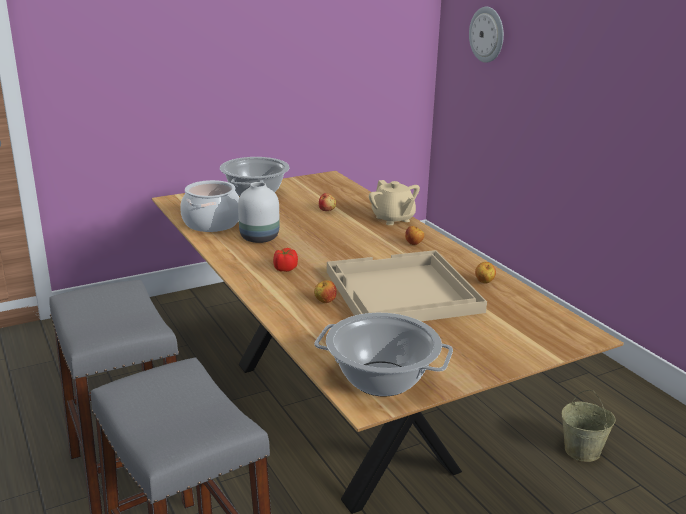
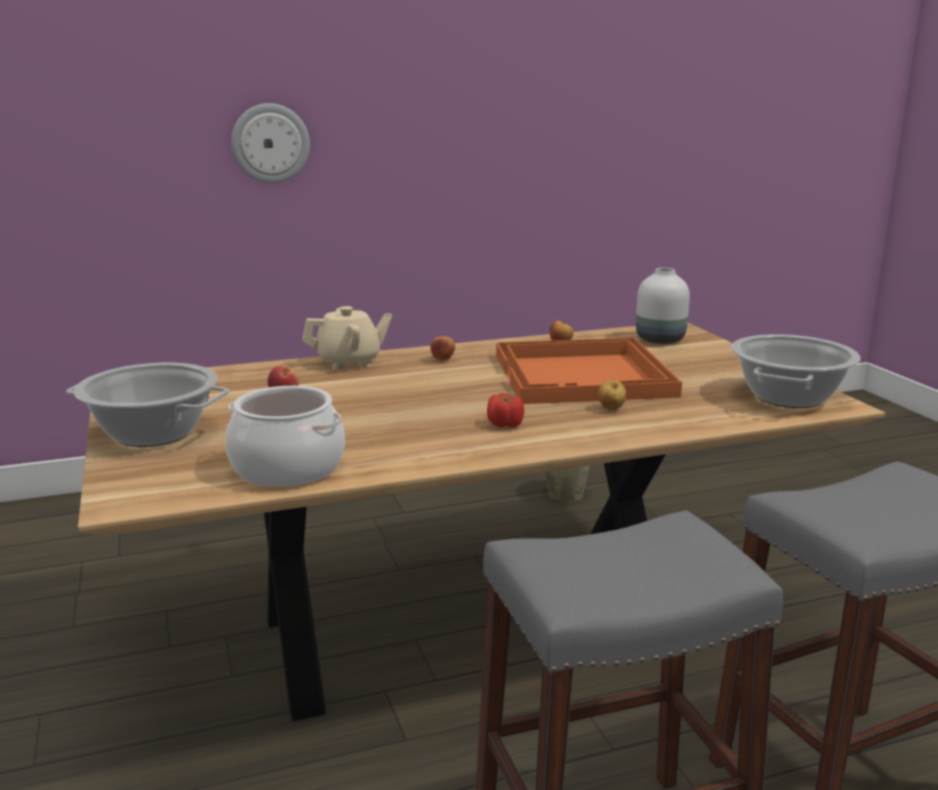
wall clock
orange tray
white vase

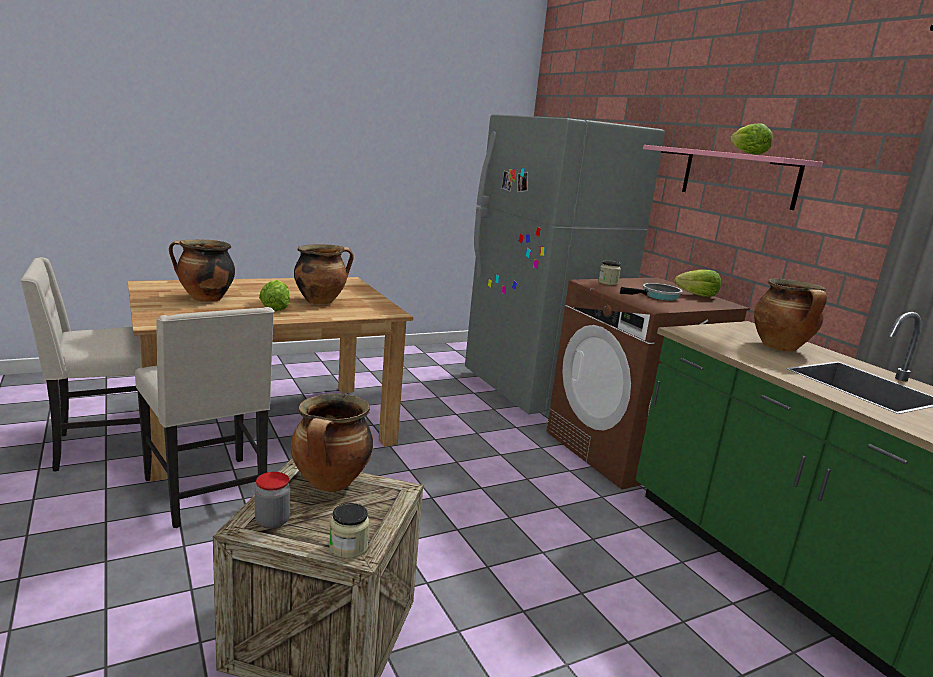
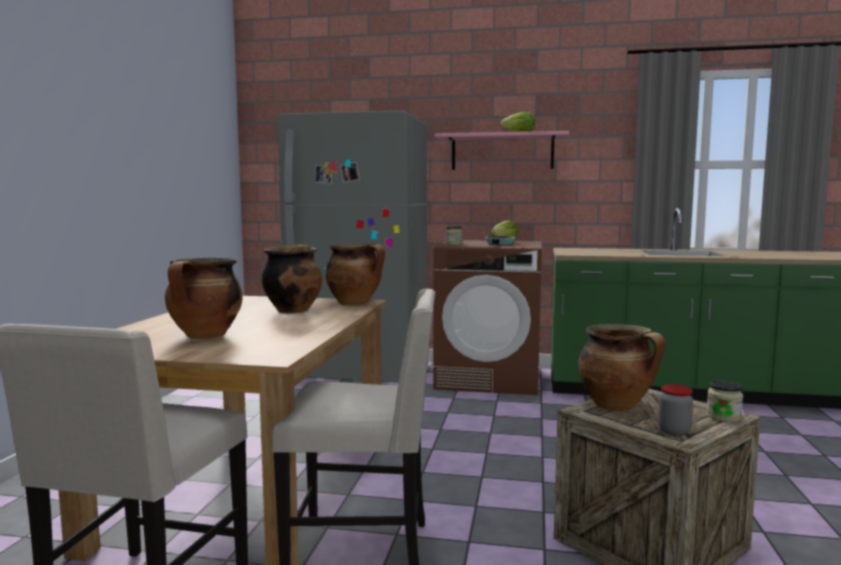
cooking pot (no. 3 from left)
lettuce (no. 1 from left in the first image)

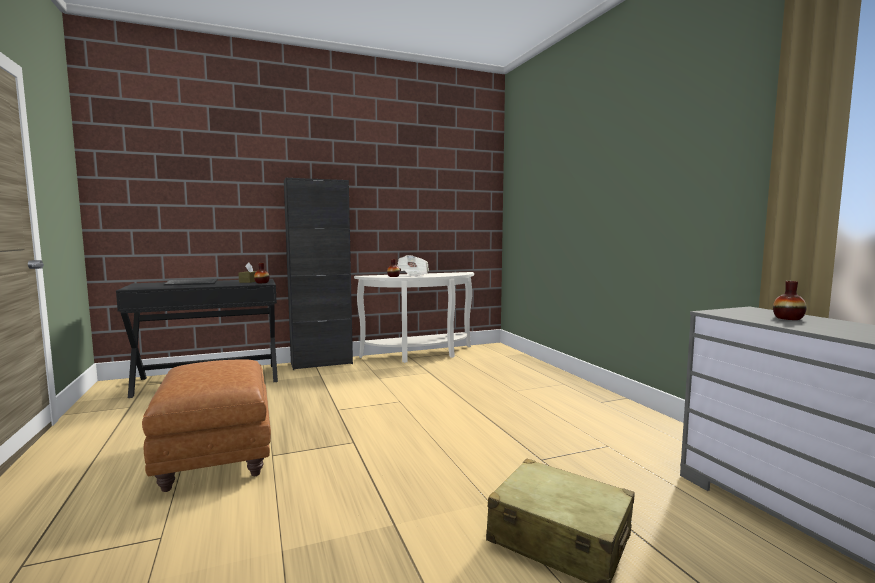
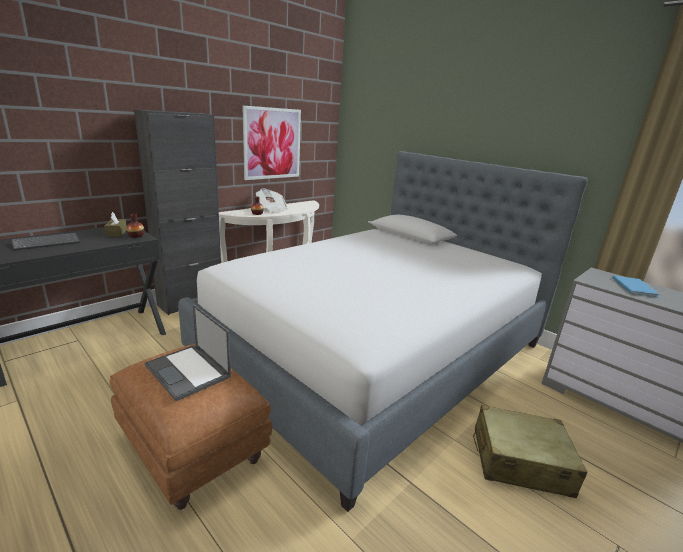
laptop
bed
picture
blue book

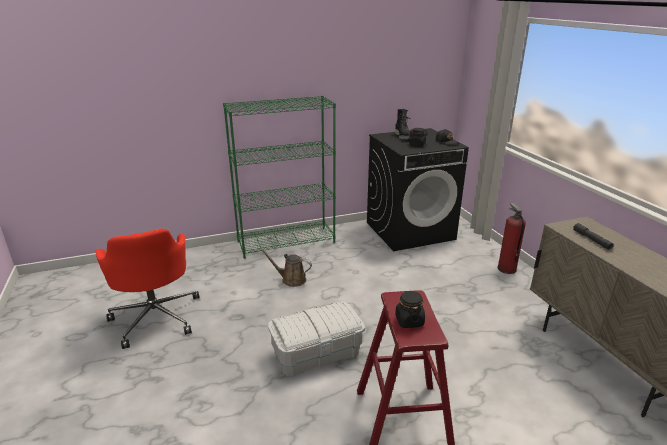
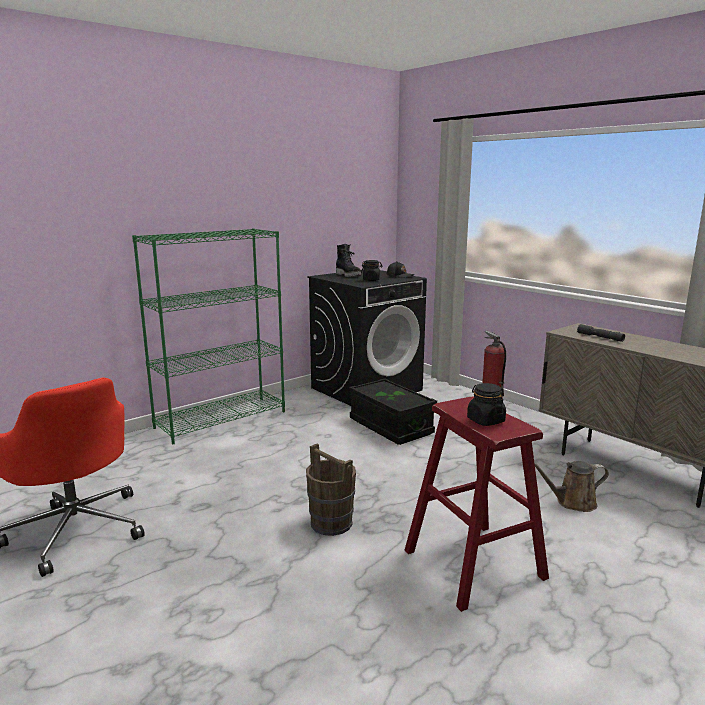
brown bucket
black storage box
brown watering can

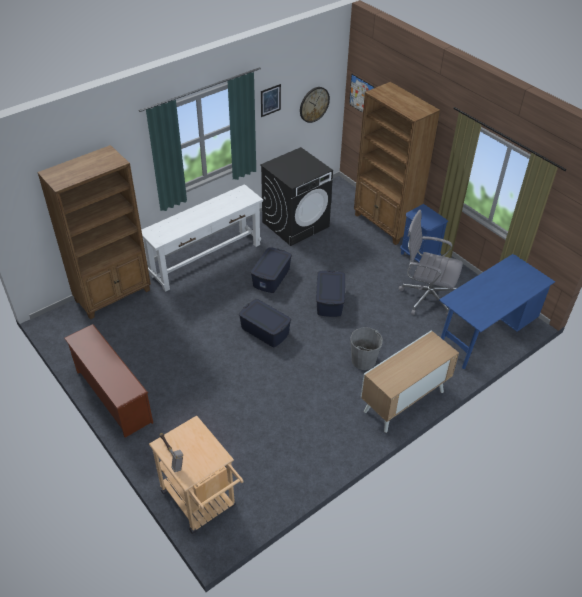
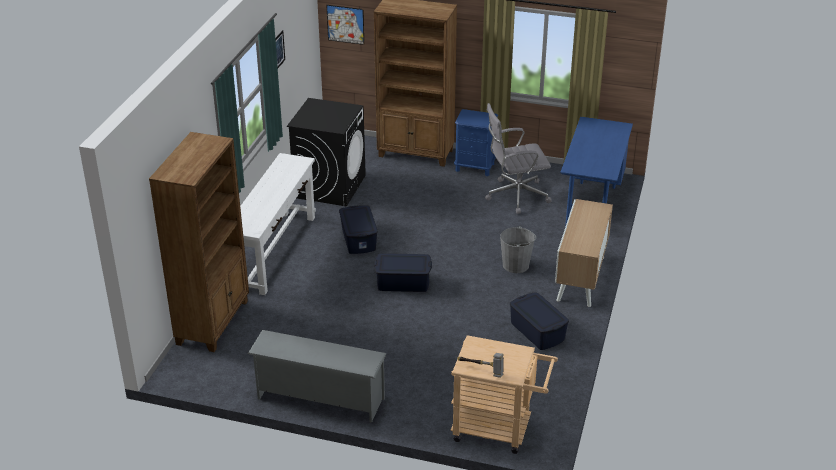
grey shoe rack
blue storage box (no. 3 from left)
wall clock

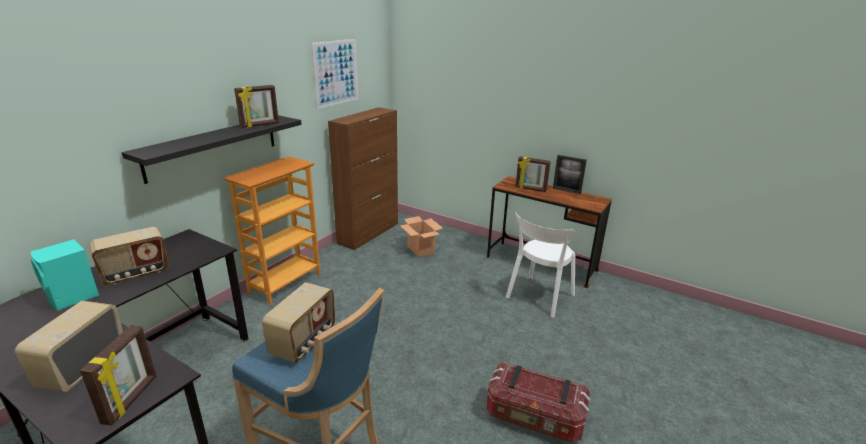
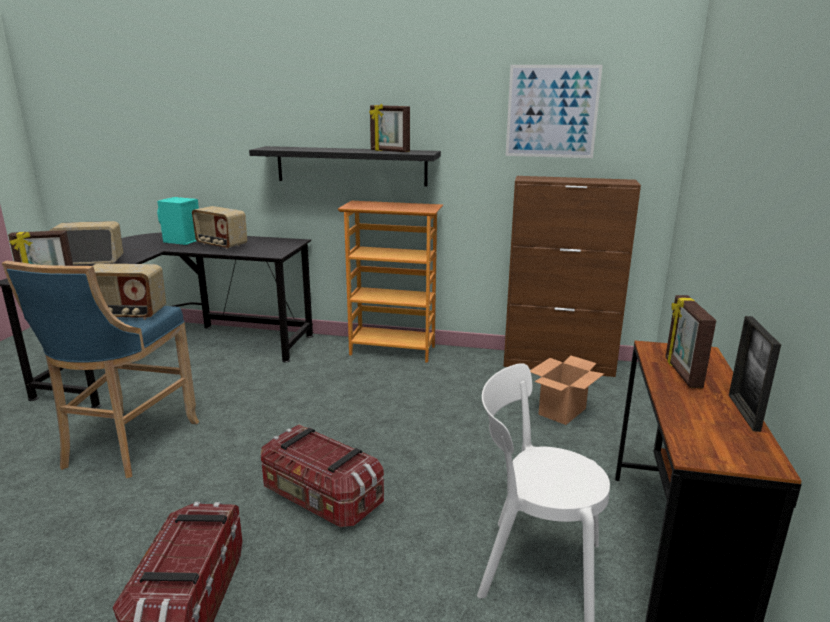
storage box (no. 2 from left)

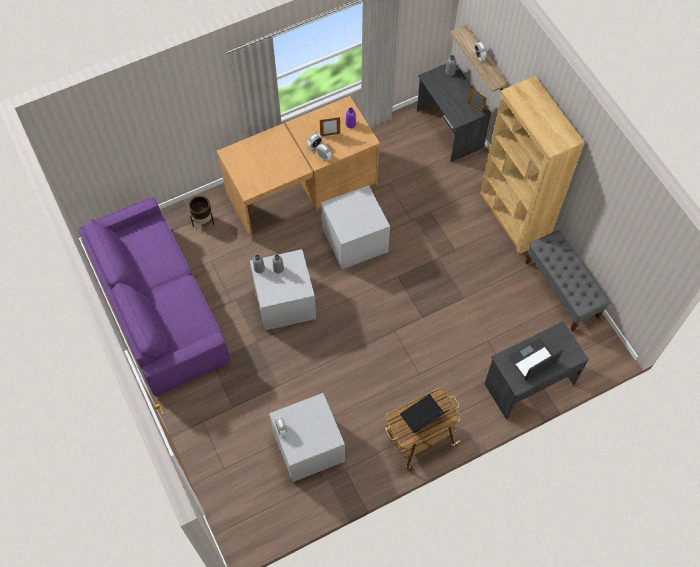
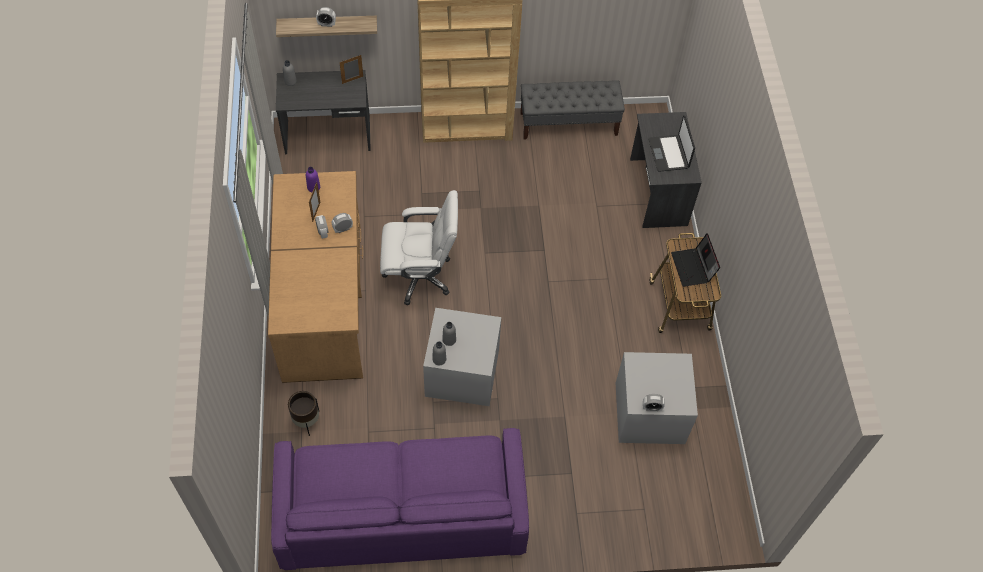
white office chair

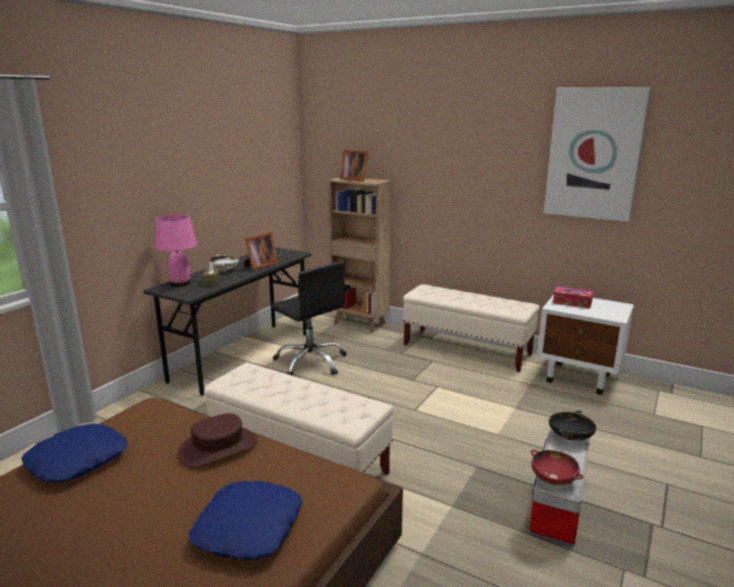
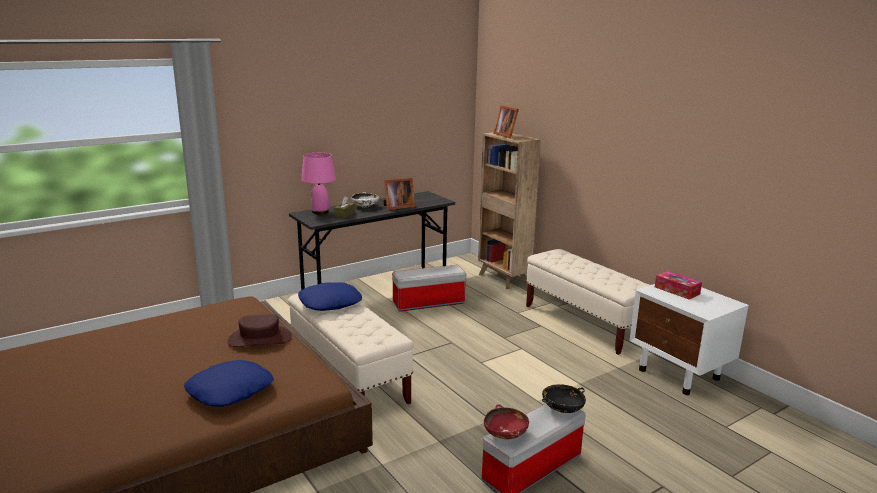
blue pillow (no. 2 from left)
storage box (no. 1 from left)
picture

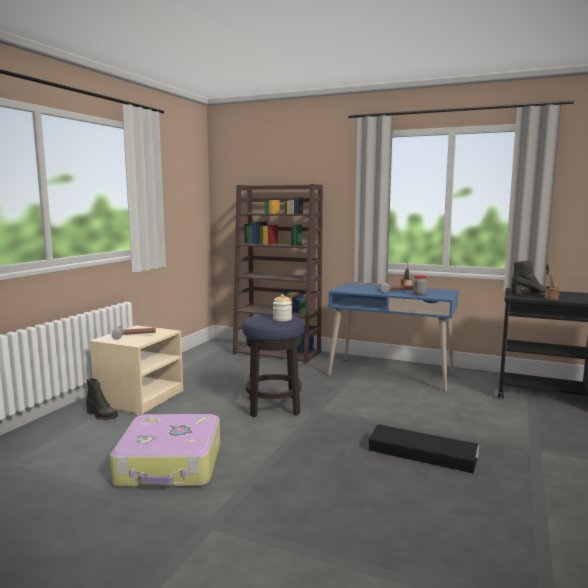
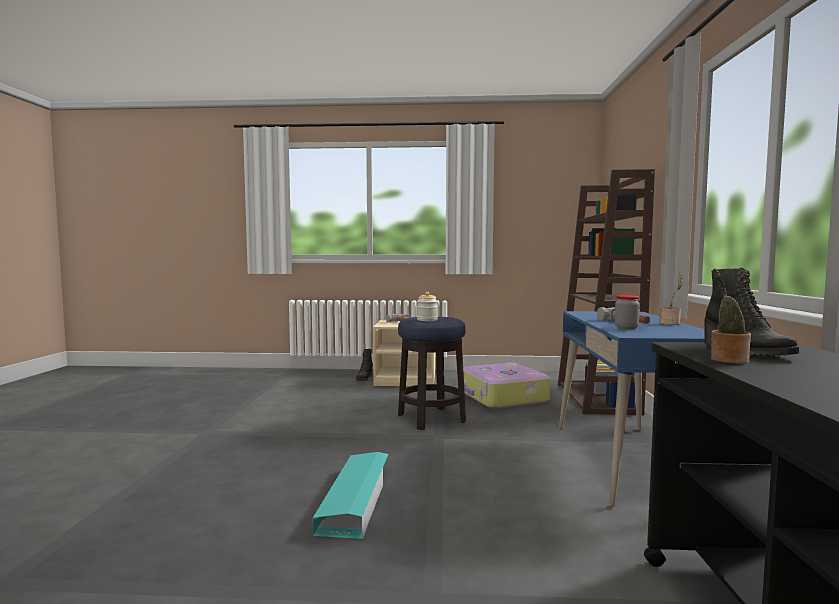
turquoise storage box
suitcase

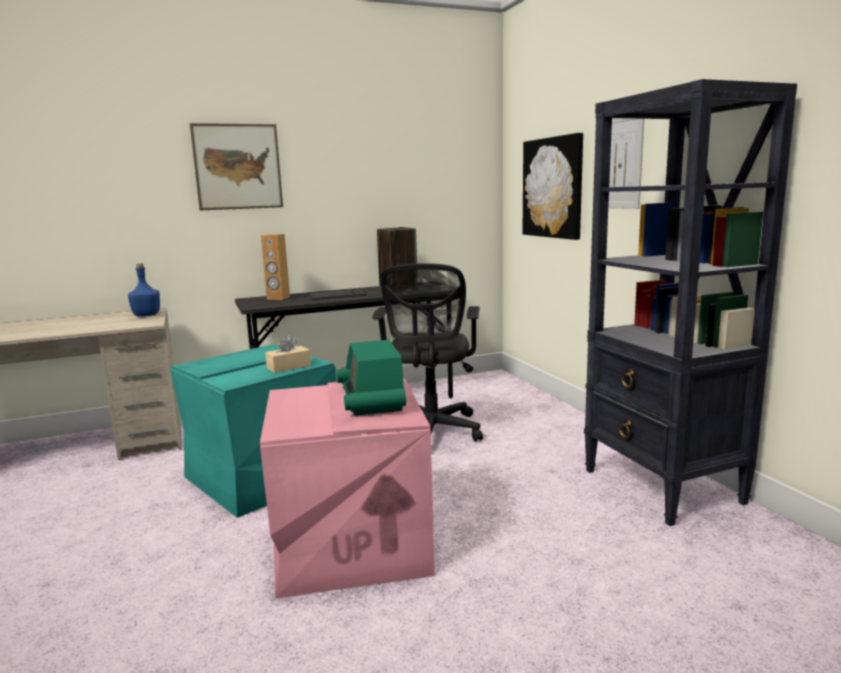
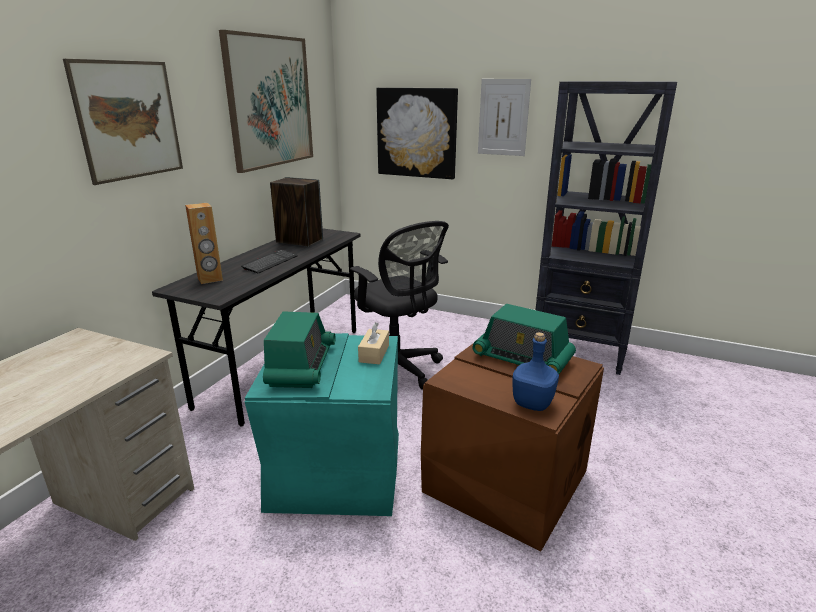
picture (no. 2 from left)
radio (no. 1 from left)
brown storage box
blue bottle

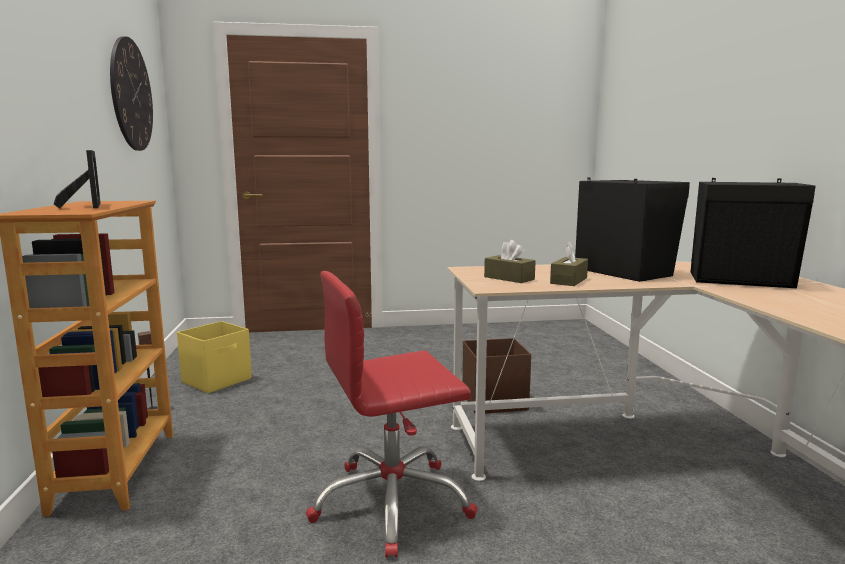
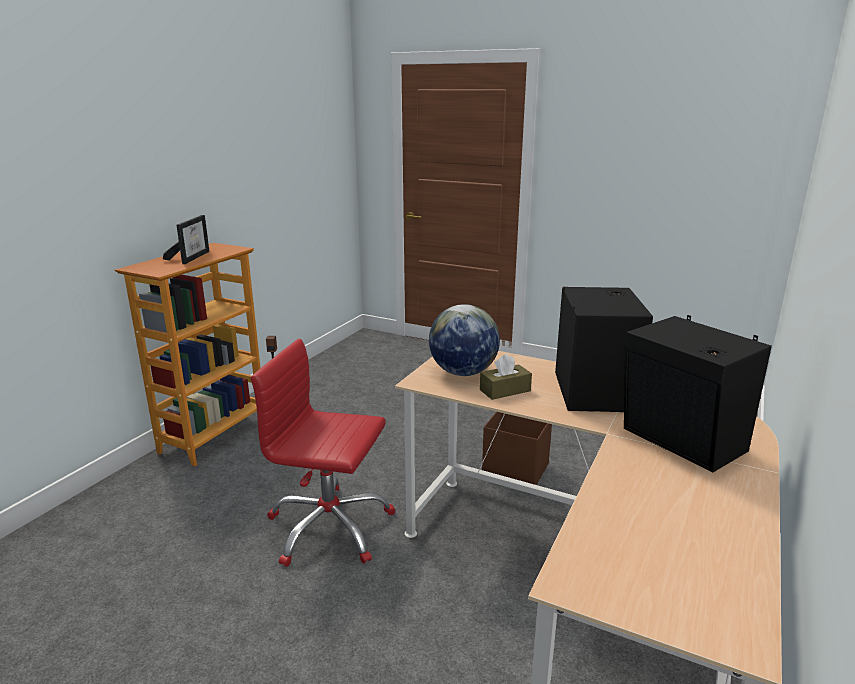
globe
wall clock
yellow storage box

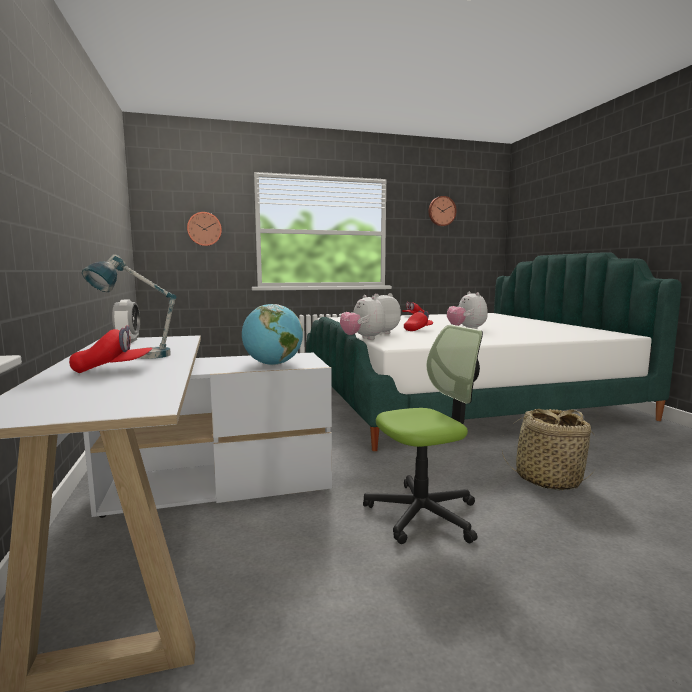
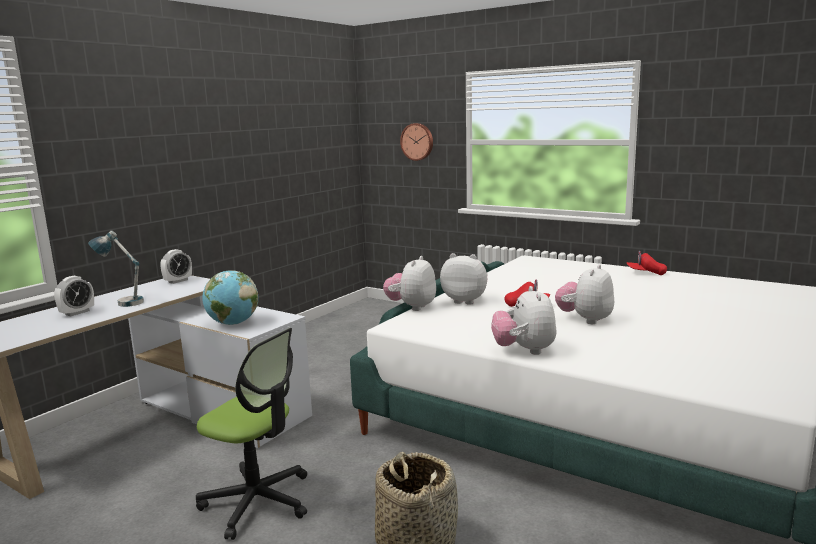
alarm clock (no. 1 from left)
plush toy (no. 3 from left)
wall clock (no. 2 from left in the first image)

